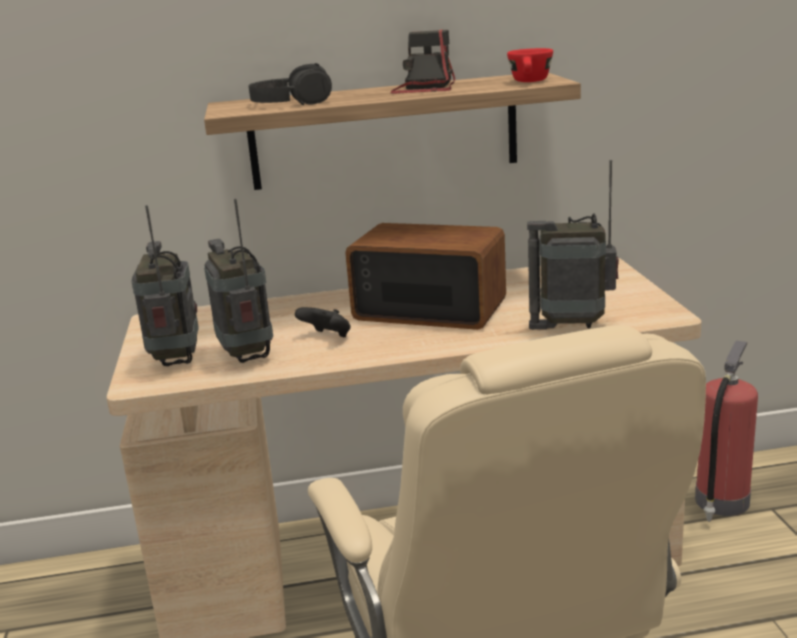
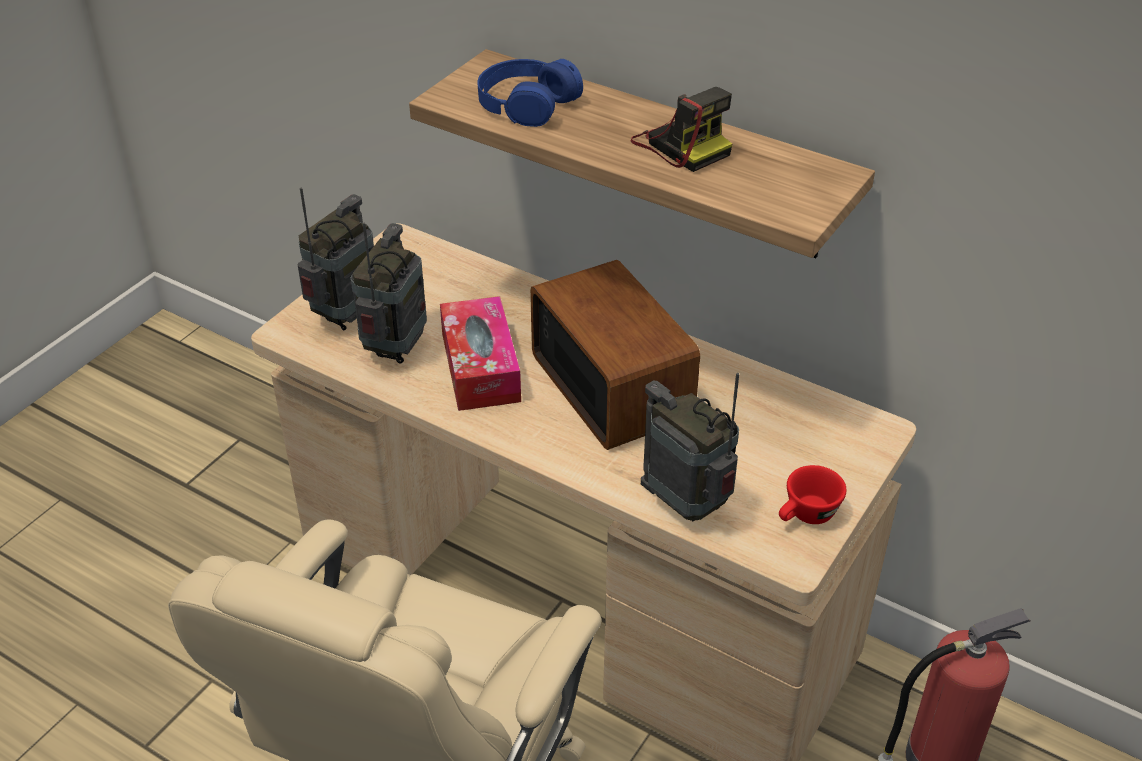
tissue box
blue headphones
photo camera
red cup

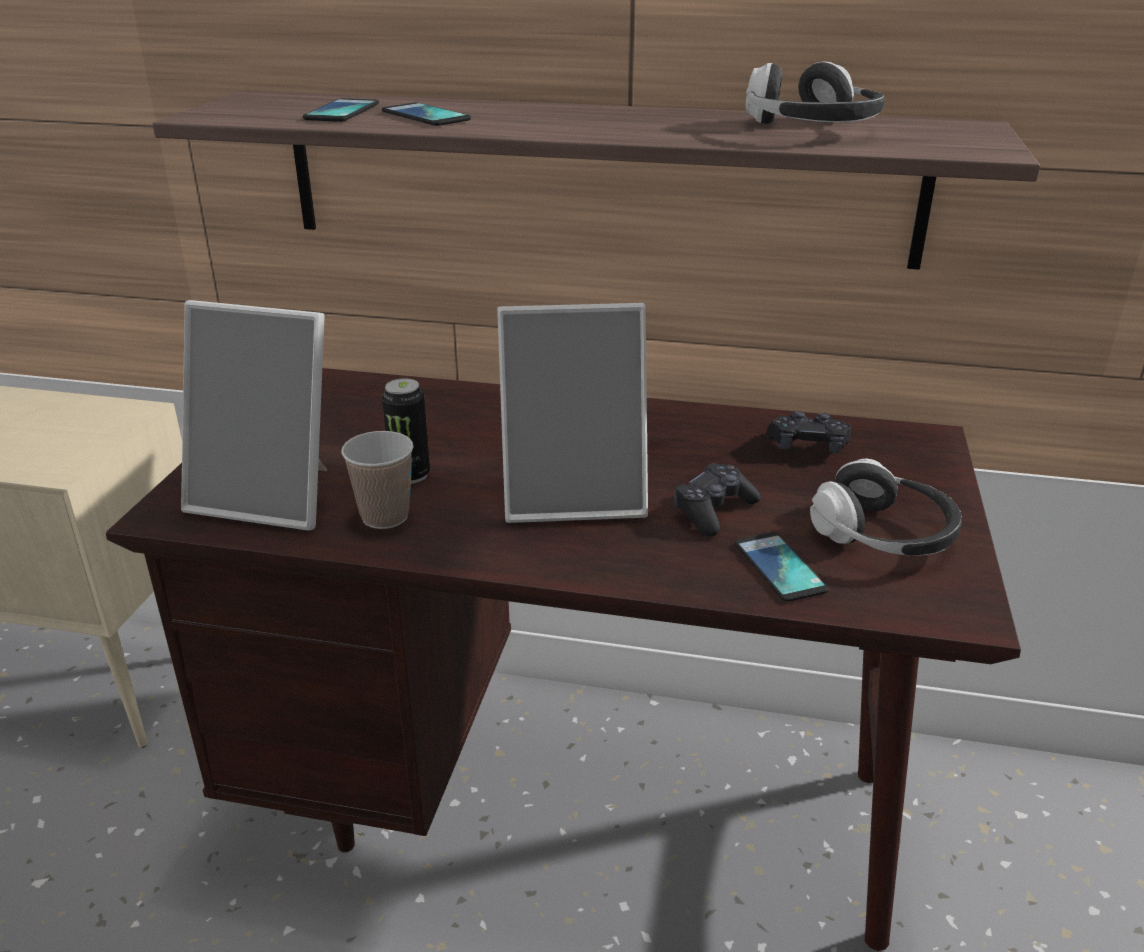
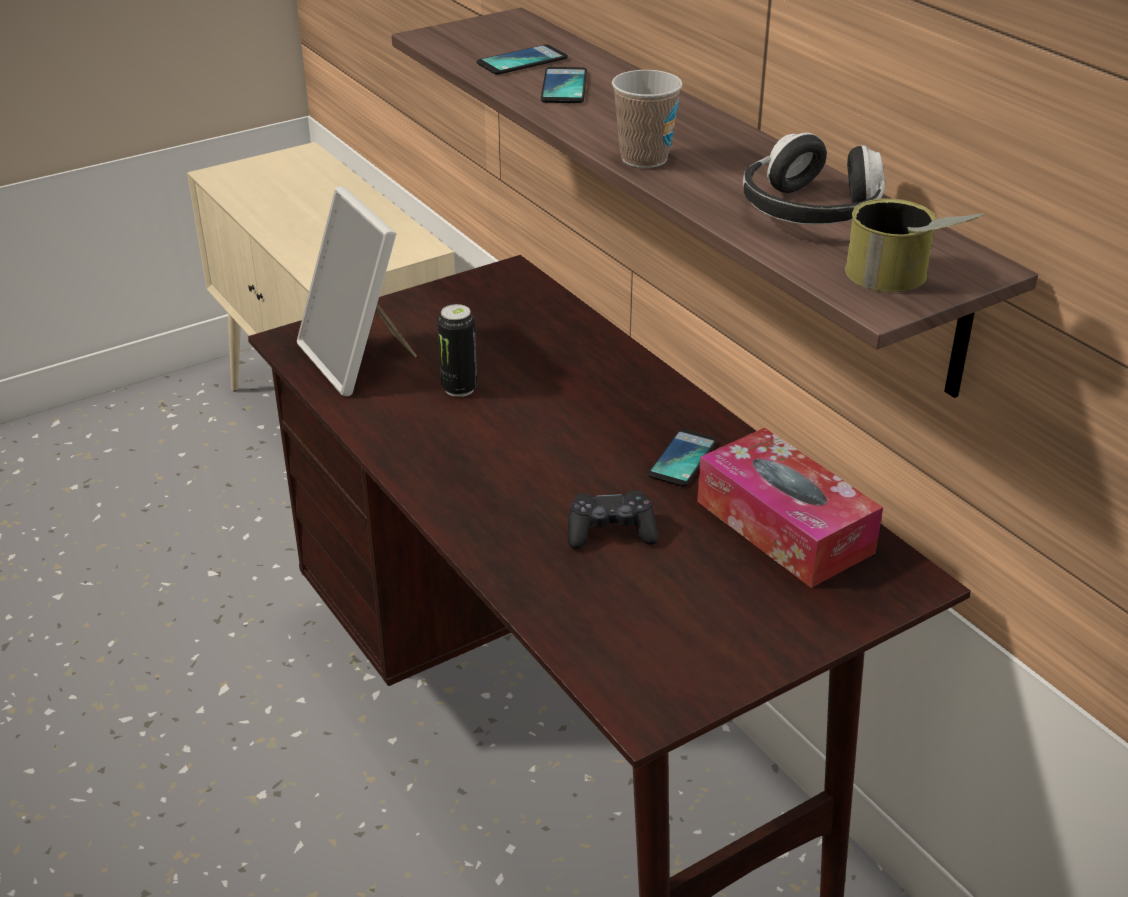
cup
phone (no. 3 from left)
tissue box
can (no. 2 from left)
picture frame (no. 2 from left in the first image)
headphones (no. 2 from left in the first image)

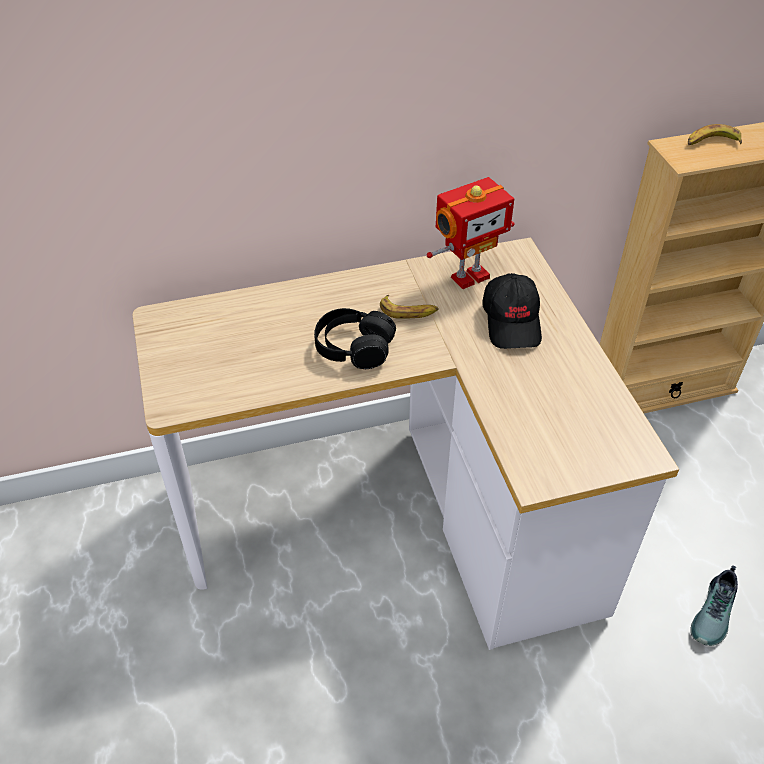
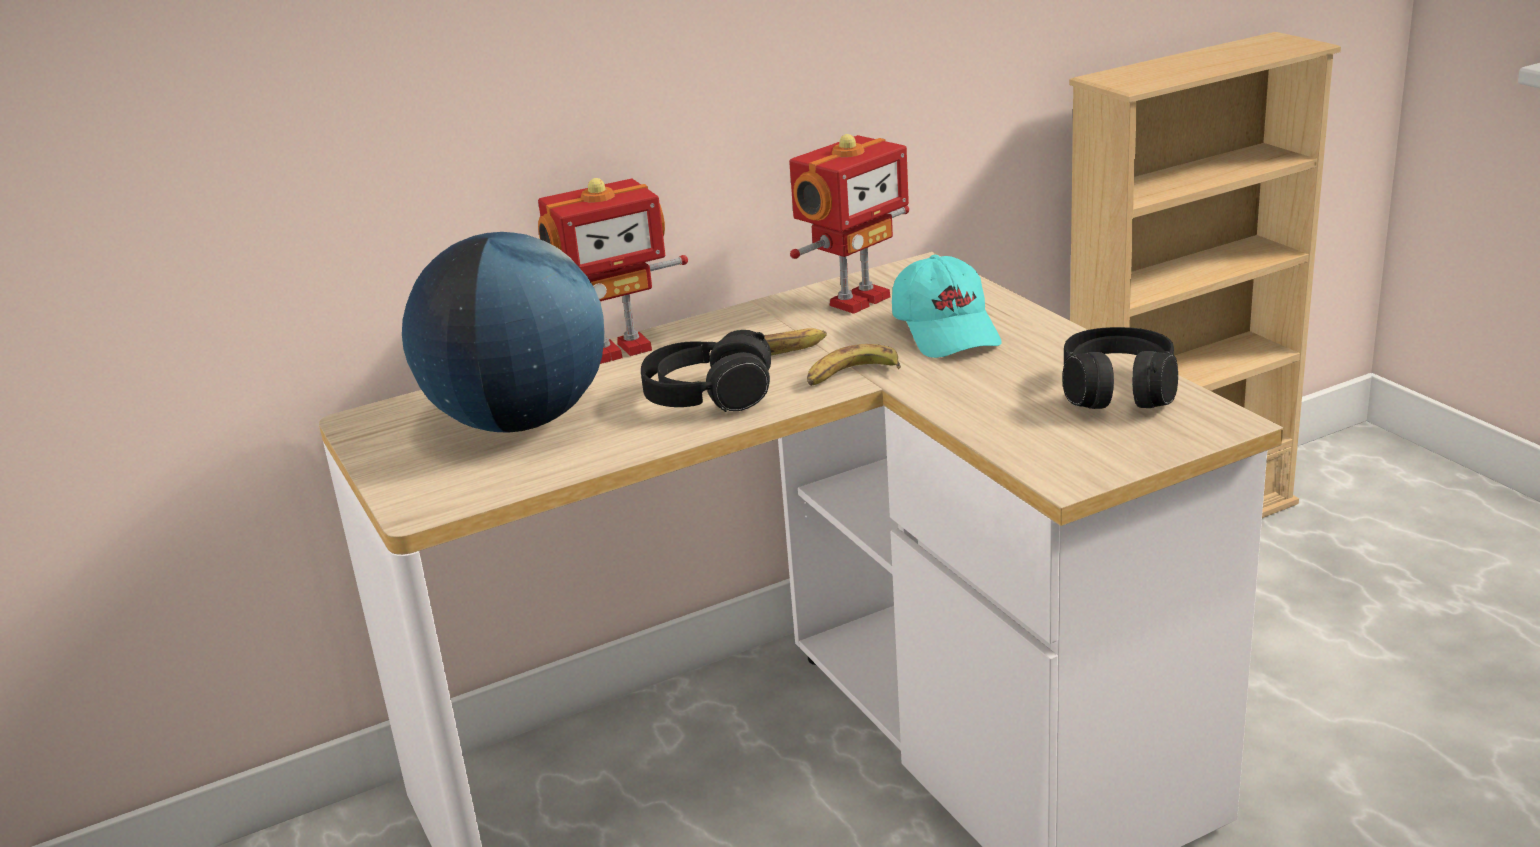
globe
toy robot (no. 1 from left)
banana (no. 2 from left)
turquoise cap
black headphones (no. 2 from left)
shoe

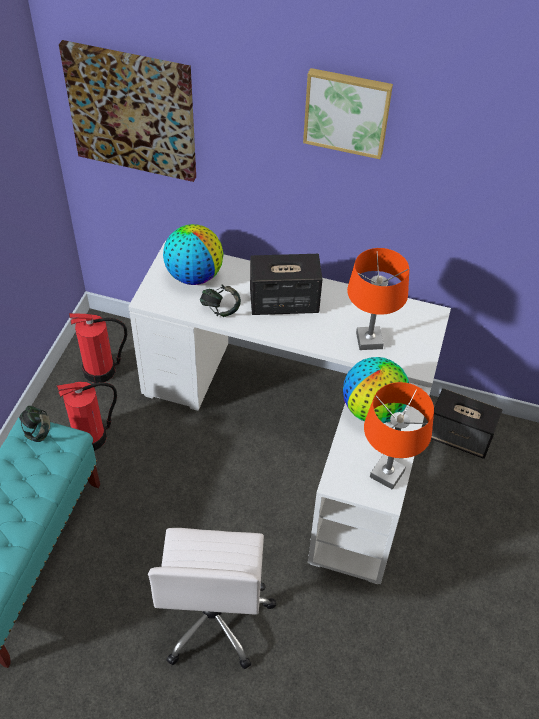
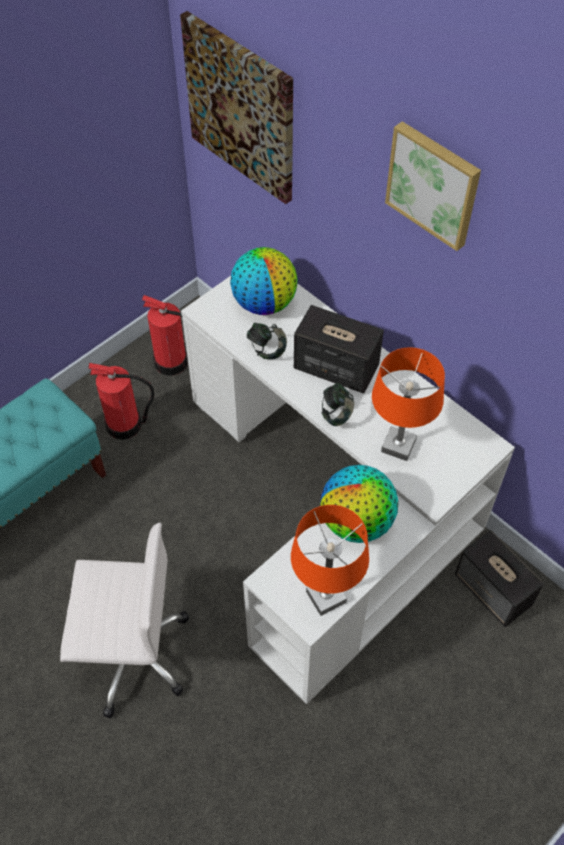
white office chair
headphones (no. 2 from left)

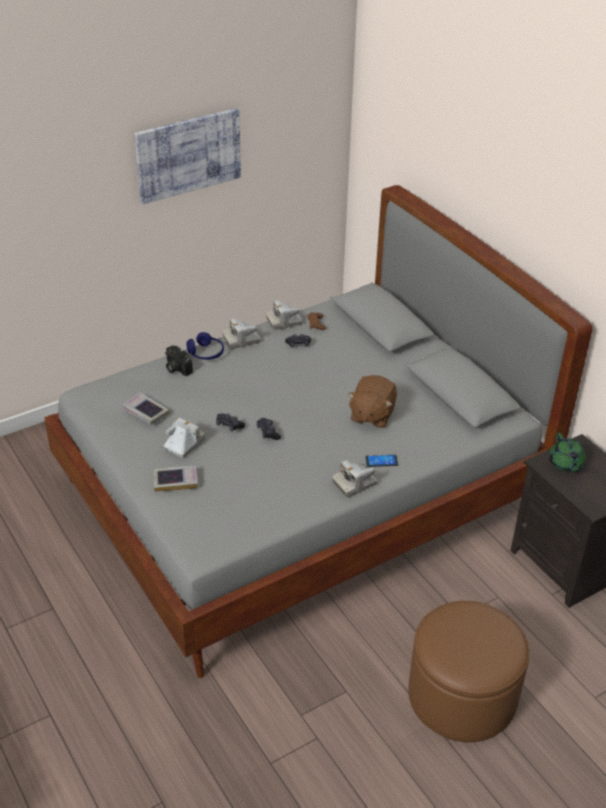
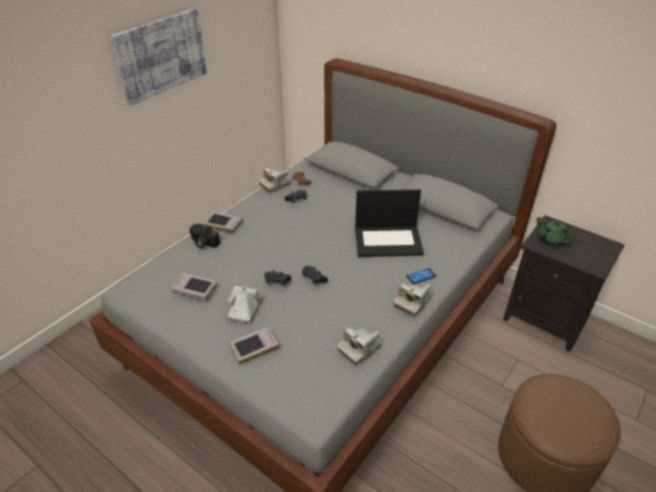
book (no. 2 from left)
photo camera (no. 4 from left)
laptop

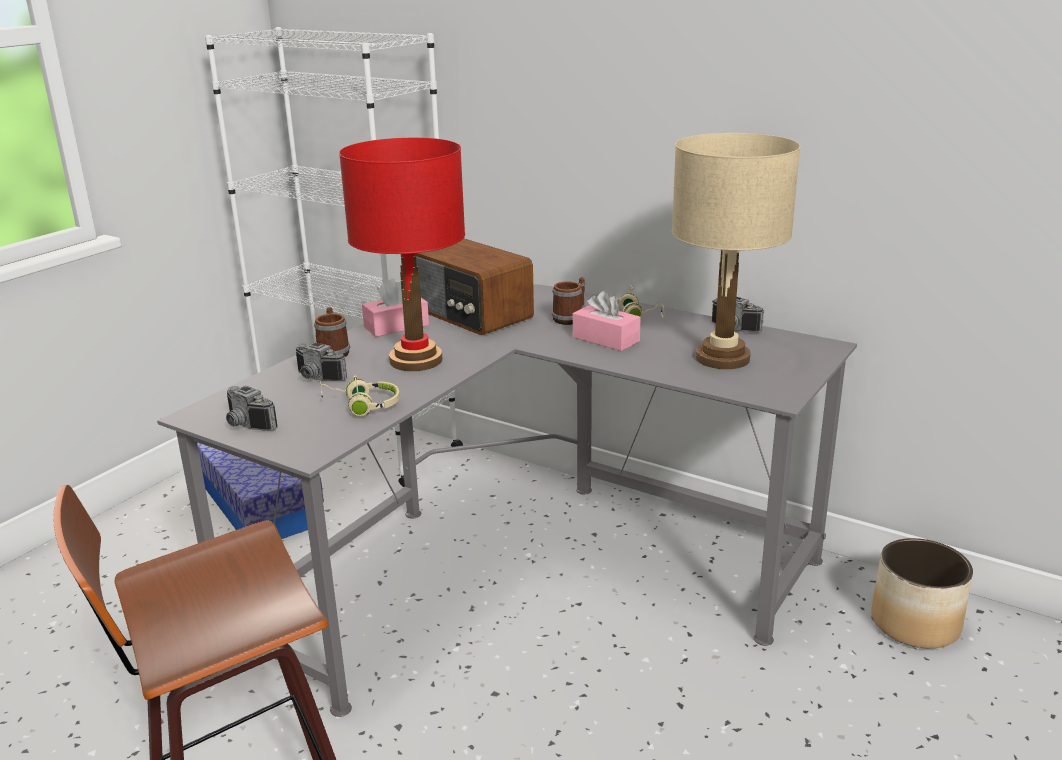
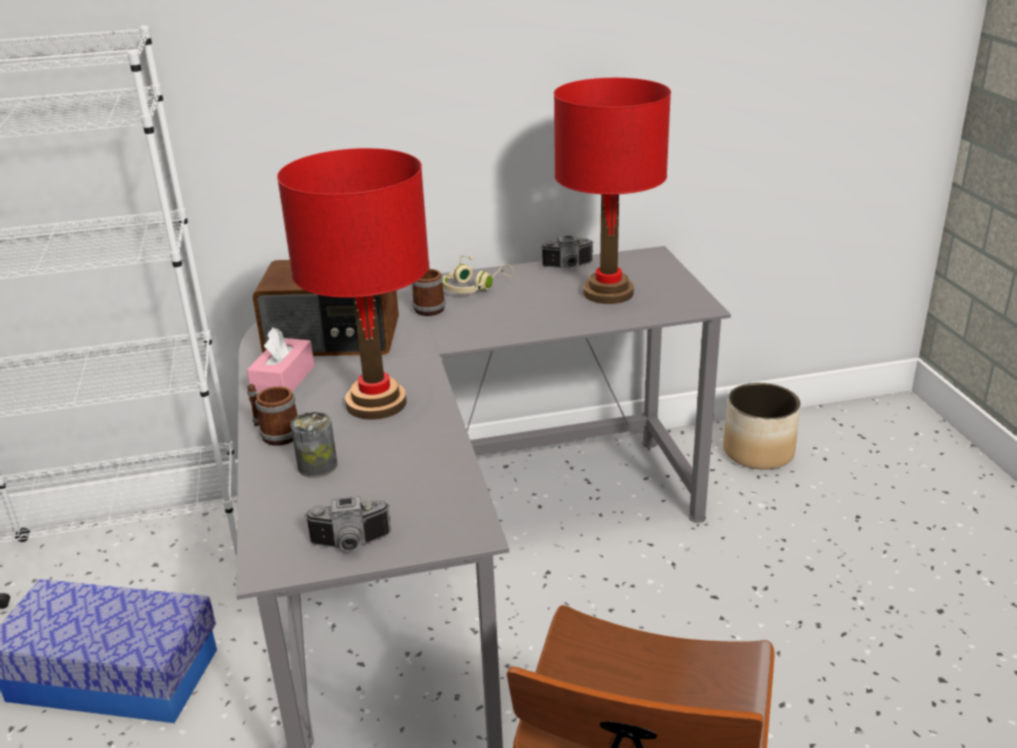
can
red table lamp (no. 2 from left)
beige headphones (no. 1 from left in the first image)
pink tissue box (no. 2 from left in the first image)

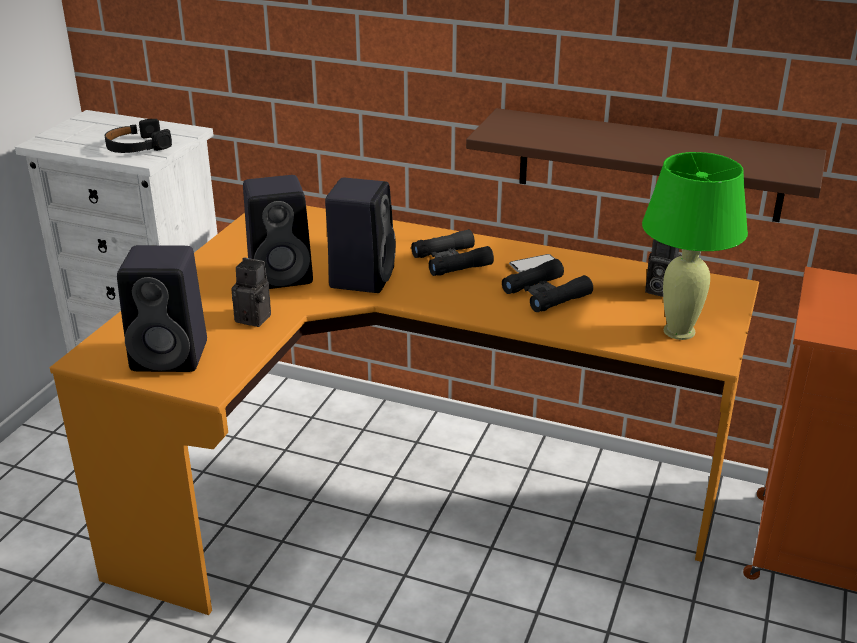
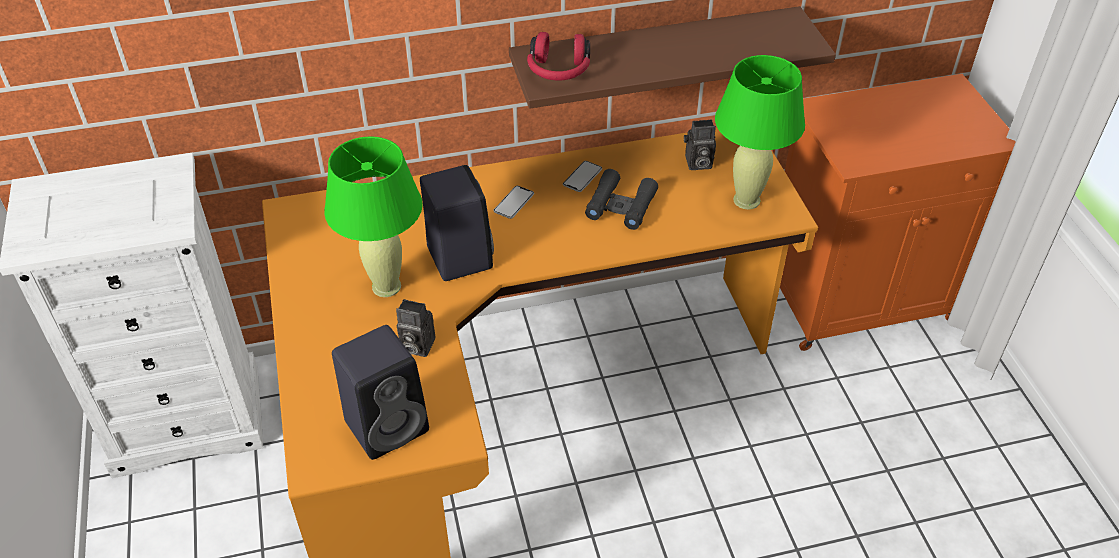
green table lamp (no. 1 from left)
photo camera (no. 1 from left)
phone (no. 1 from left)
red headphones
black headphones

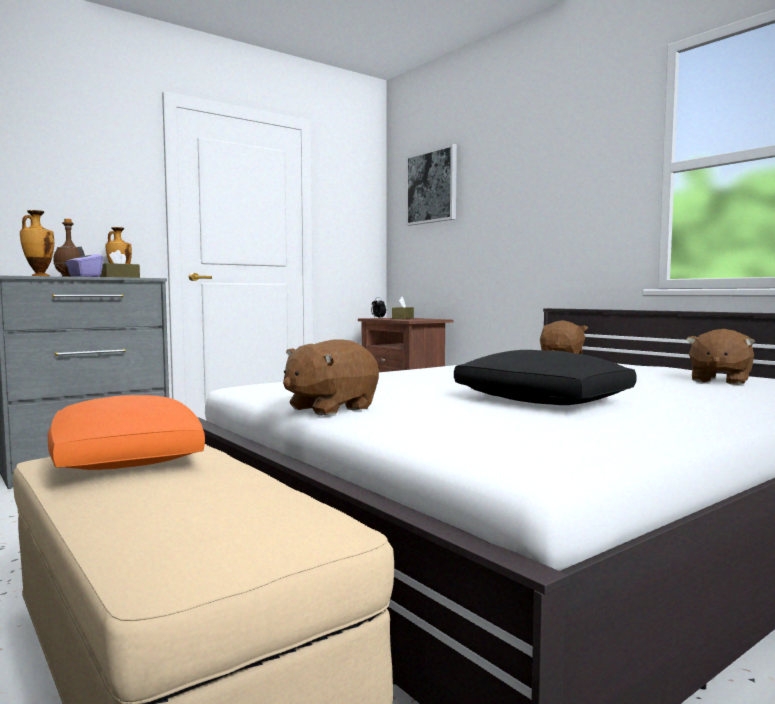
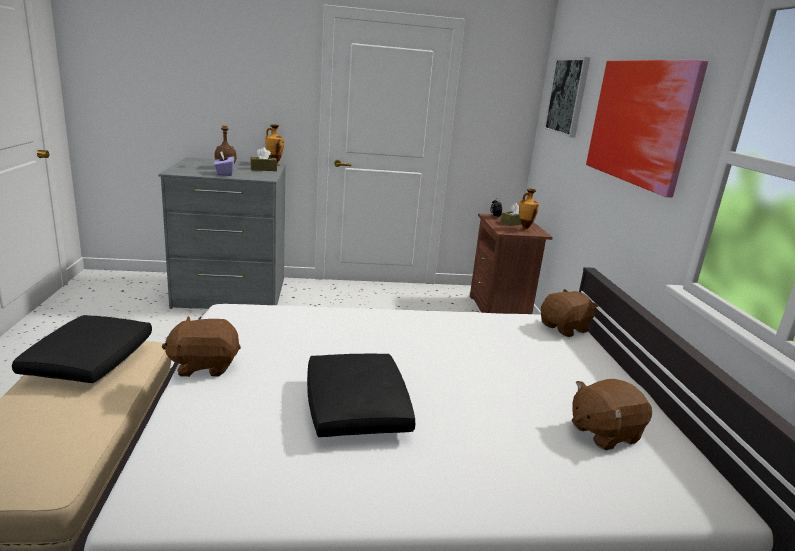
black pillow (no. 1 from left)
vase (no. 2 from left)
picture (no. 2 from left)

